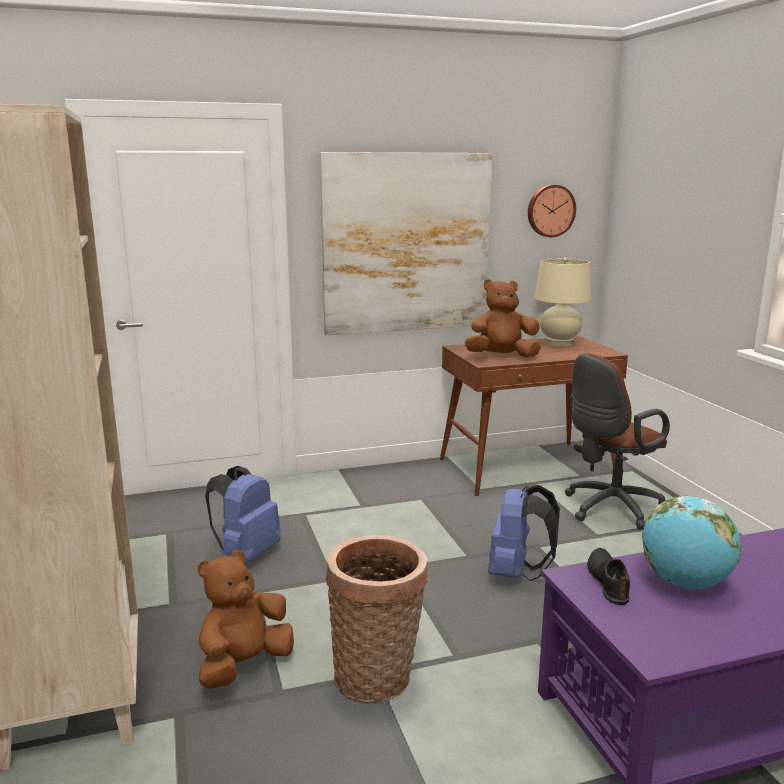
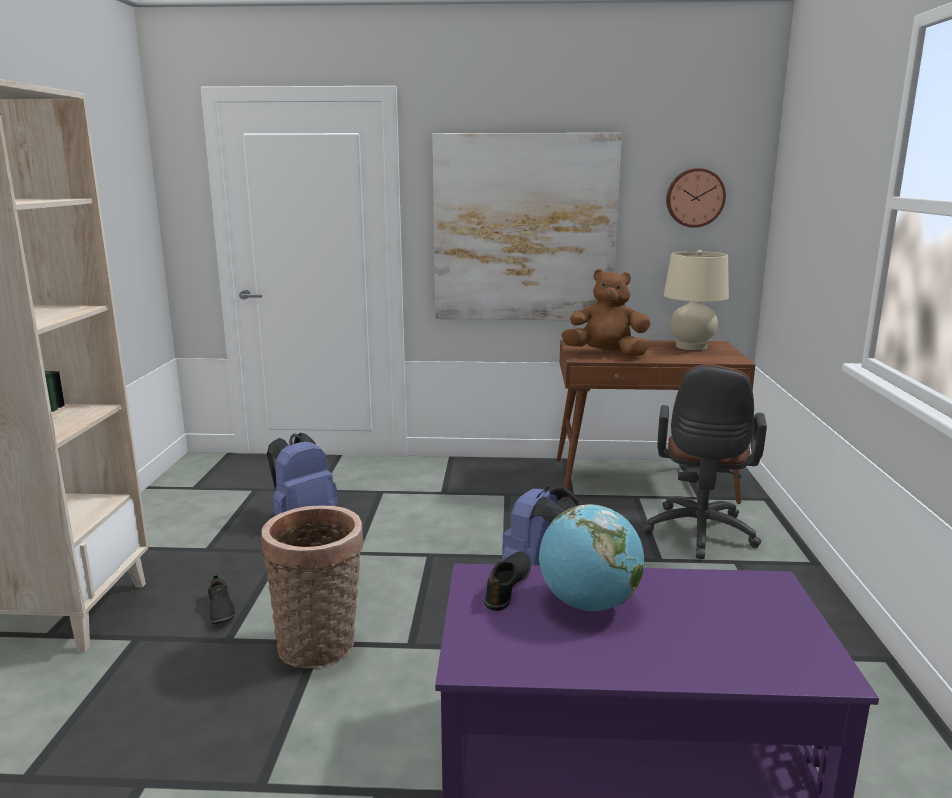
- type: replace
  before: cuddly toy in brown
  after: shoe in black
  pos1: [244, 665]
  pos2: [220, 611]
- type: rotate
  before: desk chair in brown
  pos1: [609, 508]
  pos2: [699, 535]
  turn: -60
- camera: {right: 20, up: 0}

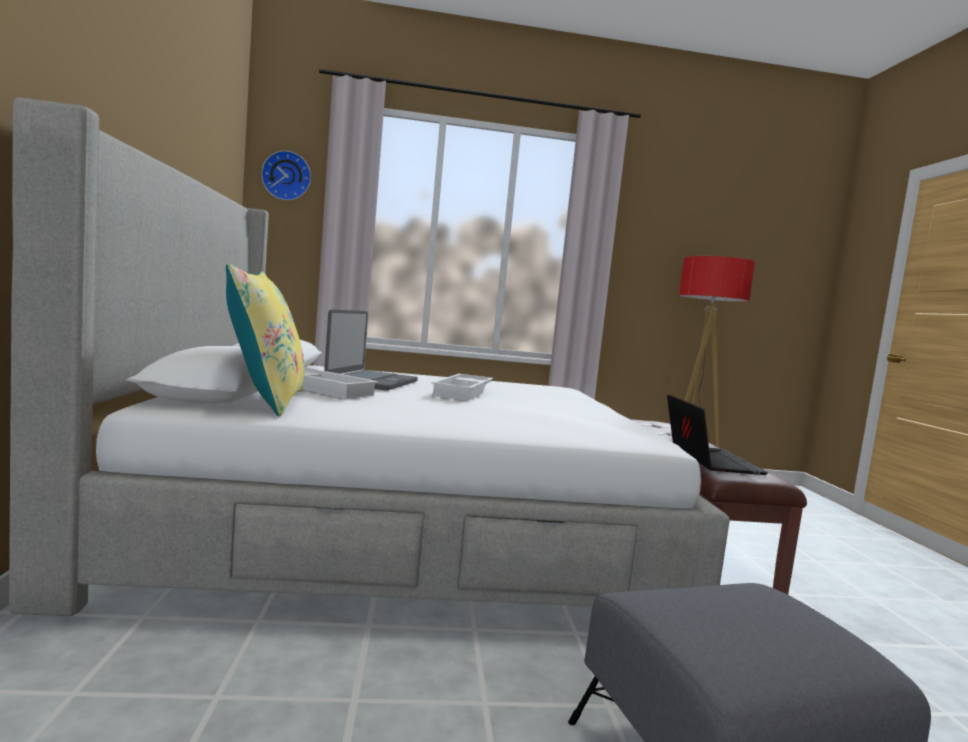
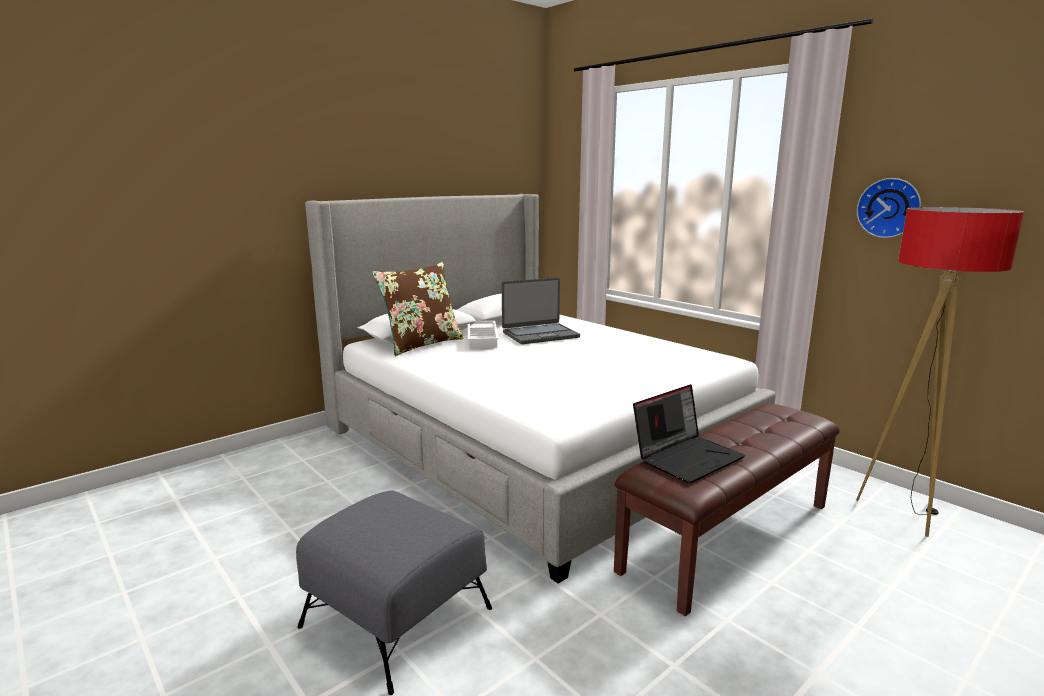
- type: recolor
  before: throw pillow in yellow
  after: throw pillow in brown
  pos1: [266, 401]
  pos2: [421, 344]
- type: move
  before: hanging clock
  pos1: [287, 176]
  pos2: [889, 208]
- type: delete
  before: tray in white-coloured
  pos1: [464, 393]
- camera: {right: 55, up: 10}

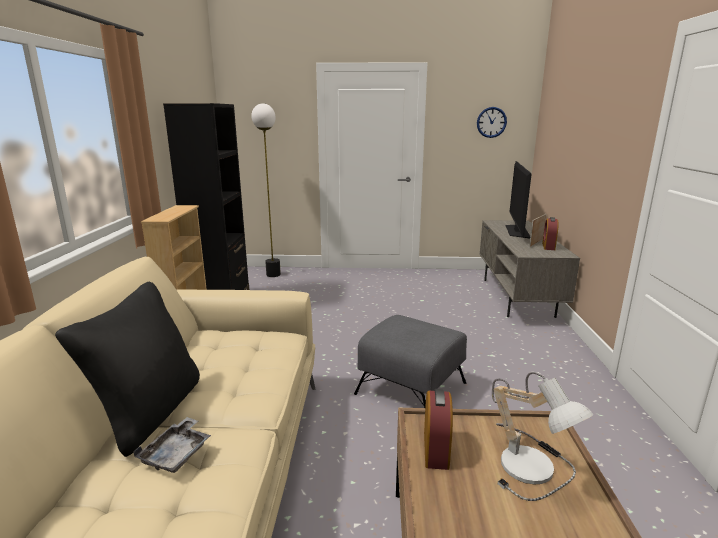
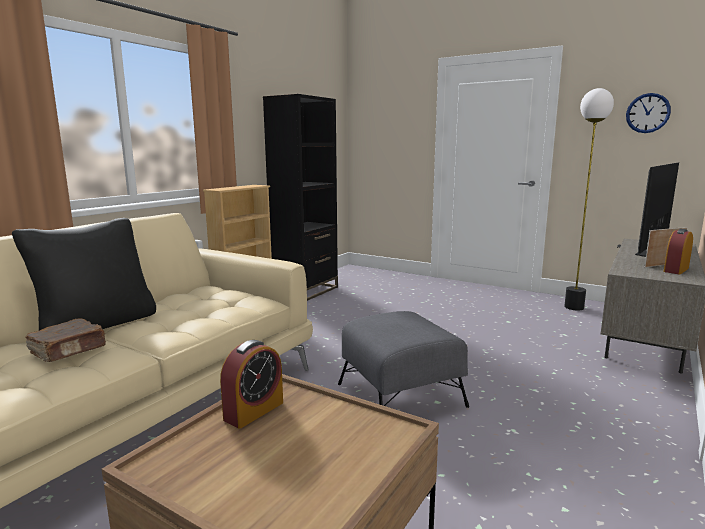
- type: replace
  before: tray in greyish
  after: bound book in brown
  pos1: [177, 454]
  pos2: [69, 350]
- type: move
  before: floor lamp
  pos1: [273, 274]
  pos2: [574, 307]
- type: delete
  before: table lamp
  pos1: [533, 465]
- camera: {right: 30, up: -5}

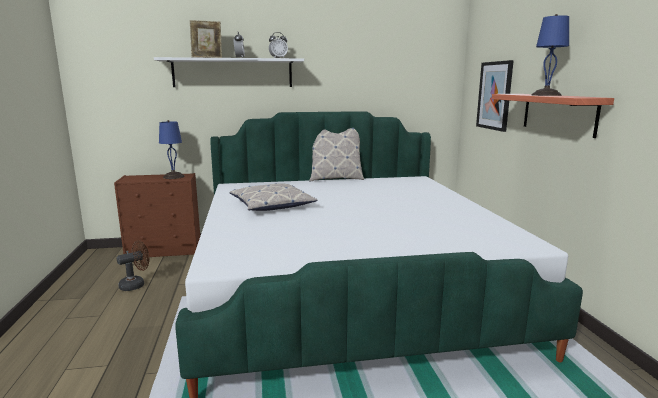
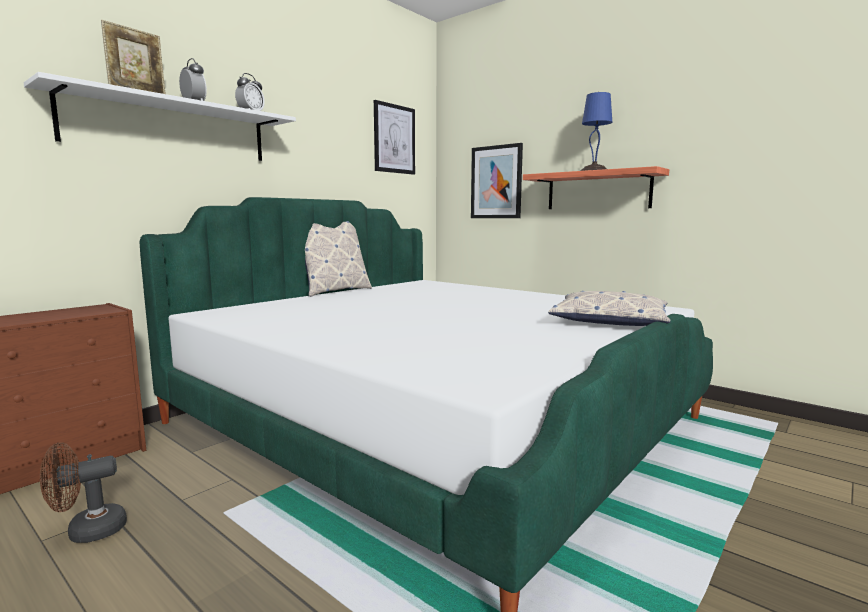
- type: rotate
  before: cooling fan in brown
  pos1: [136, 285]
  pos2: [87, 532]
  turn: -135
- type: insert
  after: wall art
  pos2: [394, 139]
- type: move
  before: throw pillow
  pos1: [272, 205]
  pos2: [609, 321]
- type: delete
  before: table lamp in blue
  pos1: [174, 176]
- camera: {right: -40, up: -5}

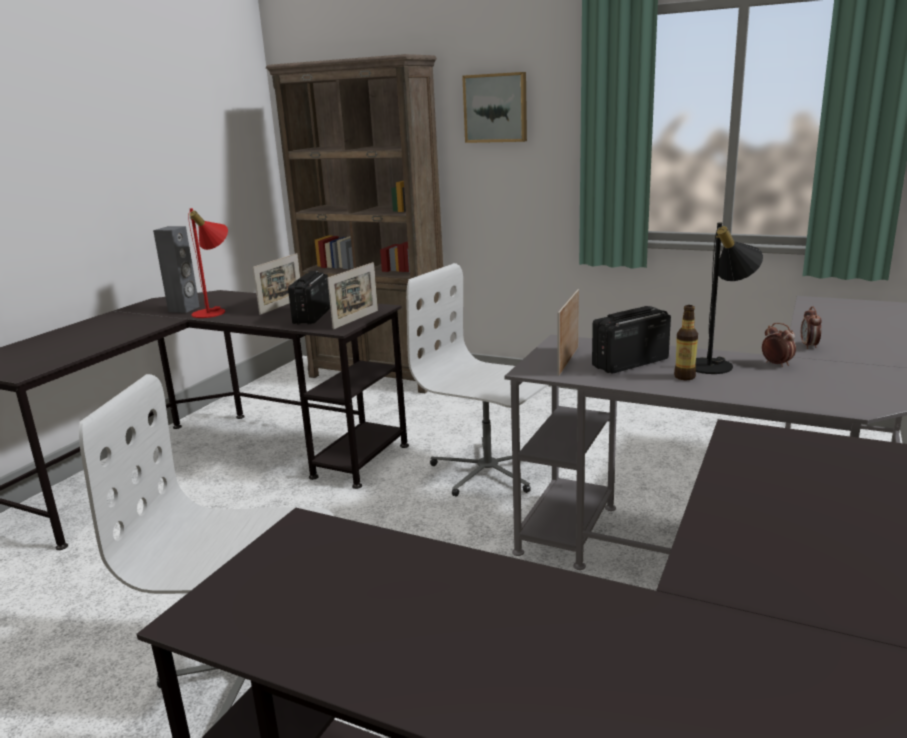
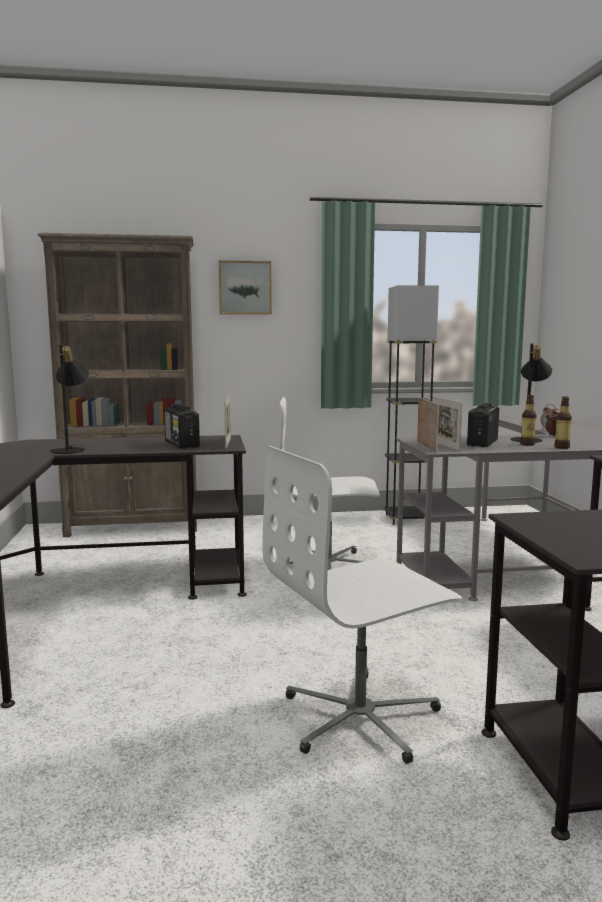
- type: recolor
  before: table lamp in red-coloured
  after: table lamp in black
  pos1: [214, 312]
  pos2: [71, 449]
- type: insert
  after: floor lamp in greyish
  pos2: [406, 519]
- type: move
  before: picture frame
  pos1: [281, 306]
  pos2: [426, 447]
- type: insert
  after: drink bottle
  pos2: [562, 447]
- type: delete
  before: audio speaker in greyish
  pos1: [184, 309]
- camera: {right: -35, up: -10}

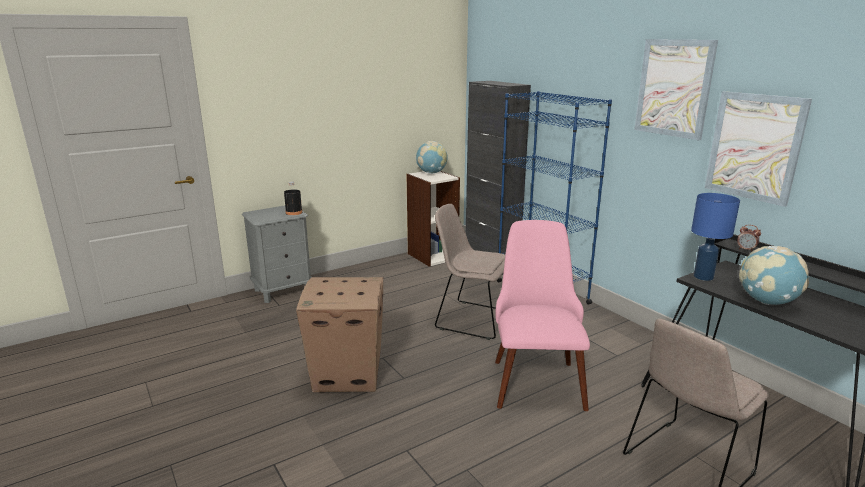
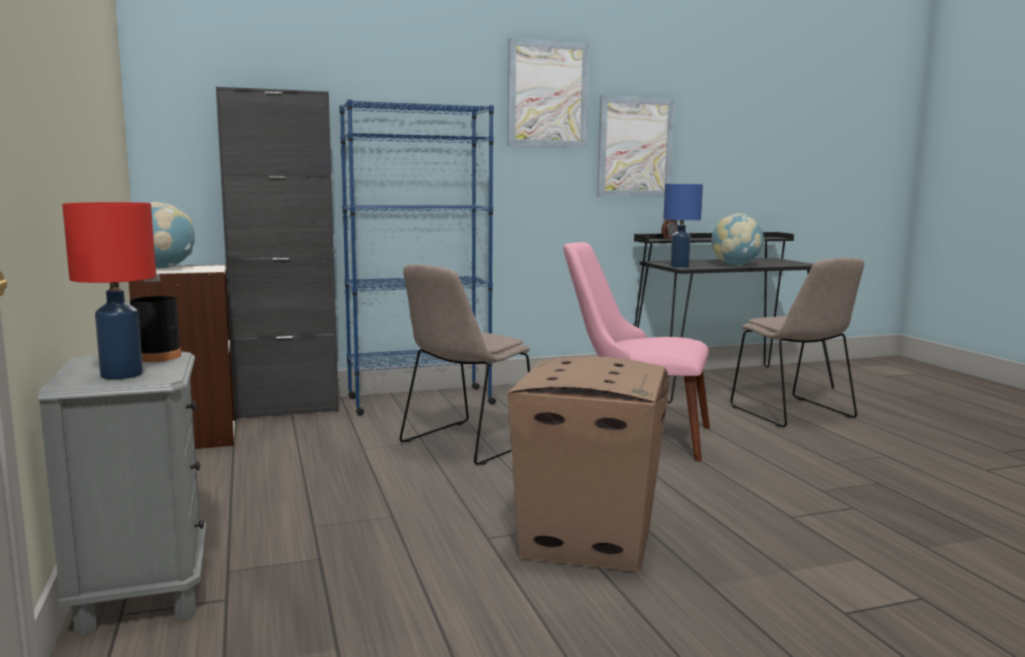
- type: insert
  after: table lamp in red-coloured
  pos2: [121, 375]
- camera: {right: -75, up: -10}

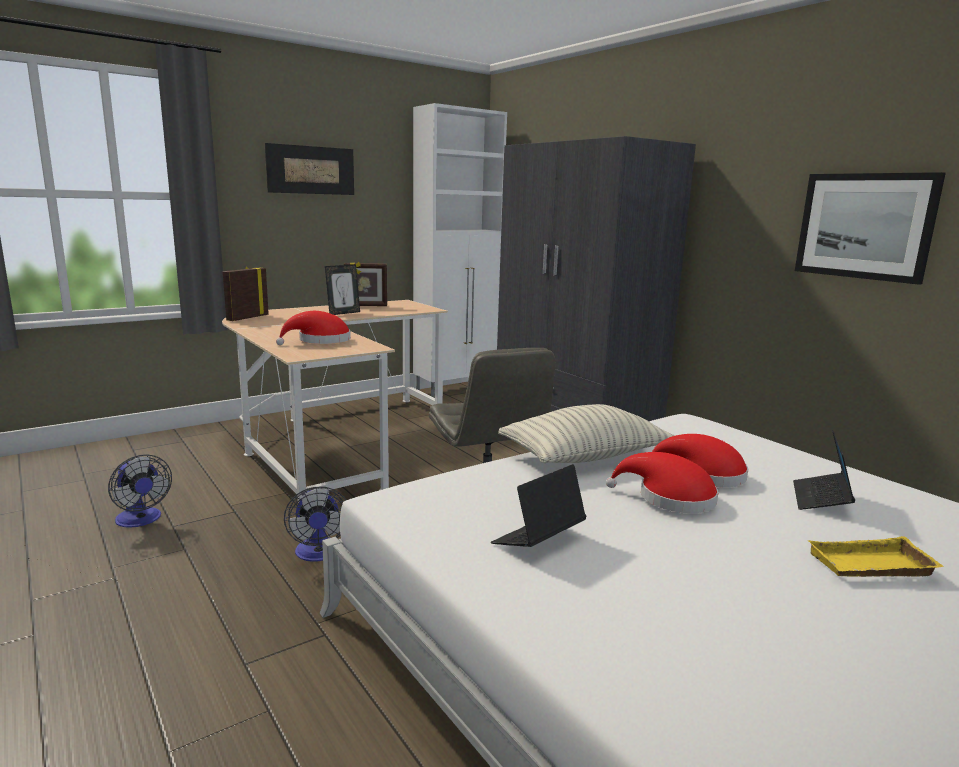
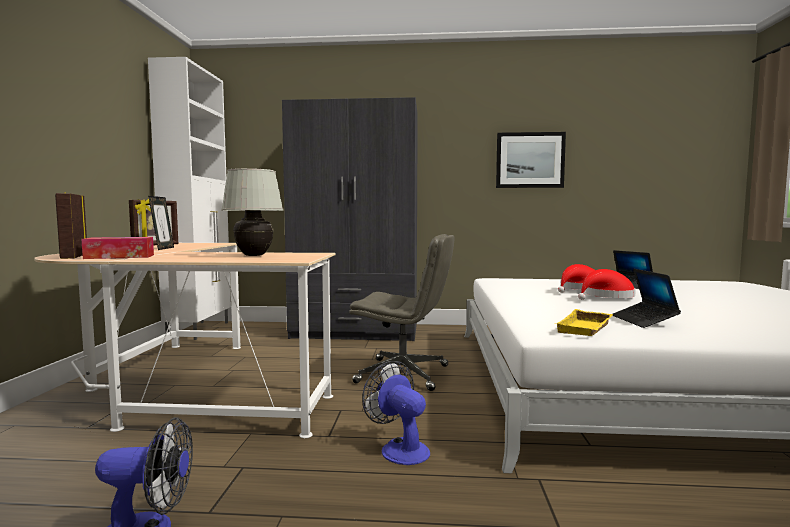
- type: insert
  after: box of tissues
  pos2: [120, 257]
- type: replace
  before: clothing hat in red-coloured
  after: table lamp in white-coloured
  pos1: [320, 341]
  pos2: [254, 256]
- type: rotate
  before: cooling fan
  pos1: [318, 554]
  pos2: [399, 448]
  turn: -150
- type: move
  before: tray in yellow
  pos1: [871, 567]
  pos2: [586, 329]
- type: delete
  before: wall art
  pos1: [311, 170]
- type: delete
  before: throw pillow
  pos1: [585, 457]
- camera: {right: -50, up: -10}

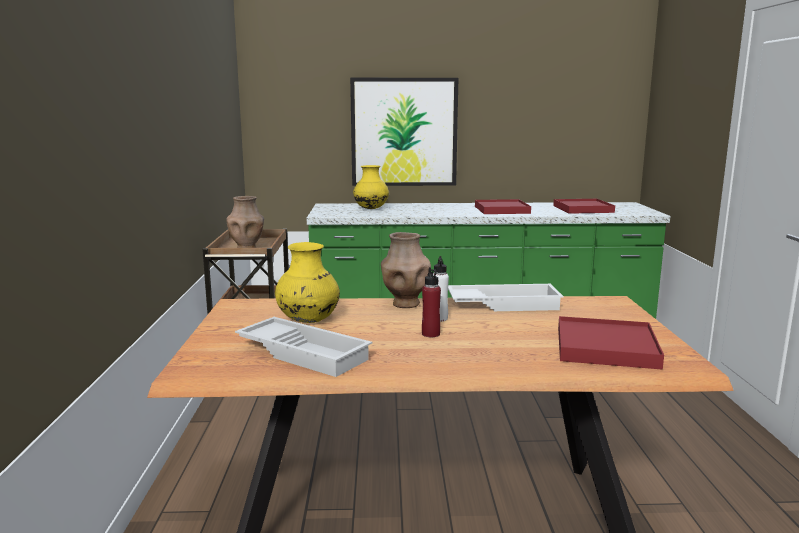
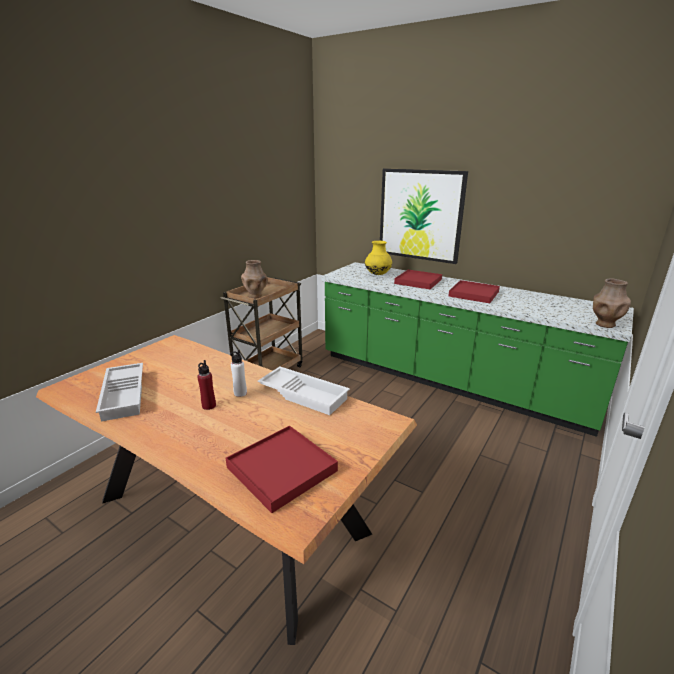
- type: move
  before: tray in red-coloured
  pos1: [582, 209]
  pos2: [418, 281]
- type: move
  before: decorative vase in brown
  pos1: [405, 304]
  pos2: [604, 324]
- type: delete
  before: decorative vase in yellow
  pos1: [308, 321]
- camera: {right: 35, up: 10}

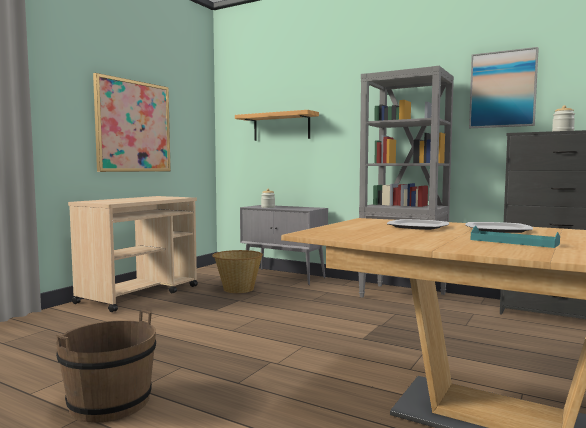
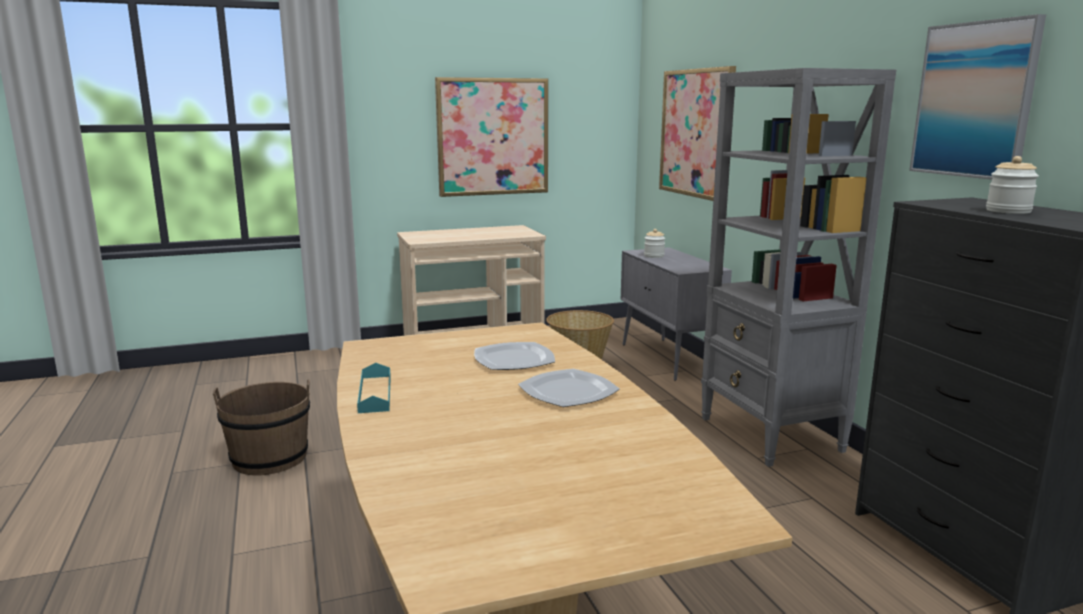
- type: move
  before: tray in turquoise
  pos1: [513, 242]
  pos2: [375, 393]
- type: replace
  before: shelf
  after: wall art
  pos1: [281, 127]
  pos2: [696, 133]
- camera: {right: 40, up: 10}

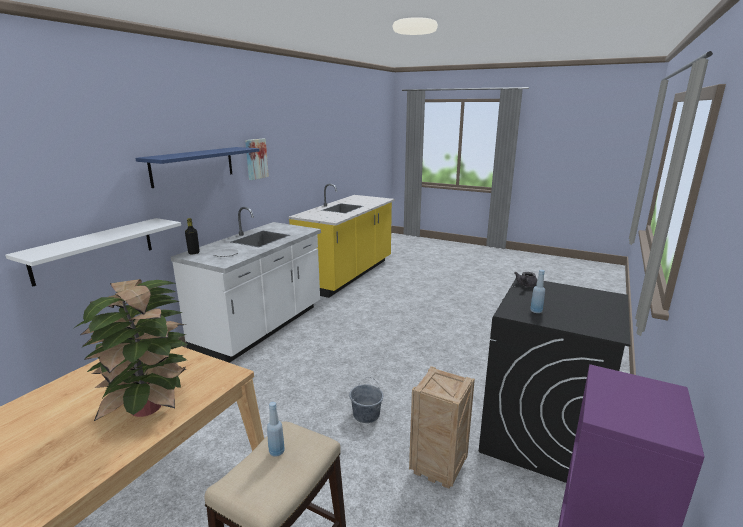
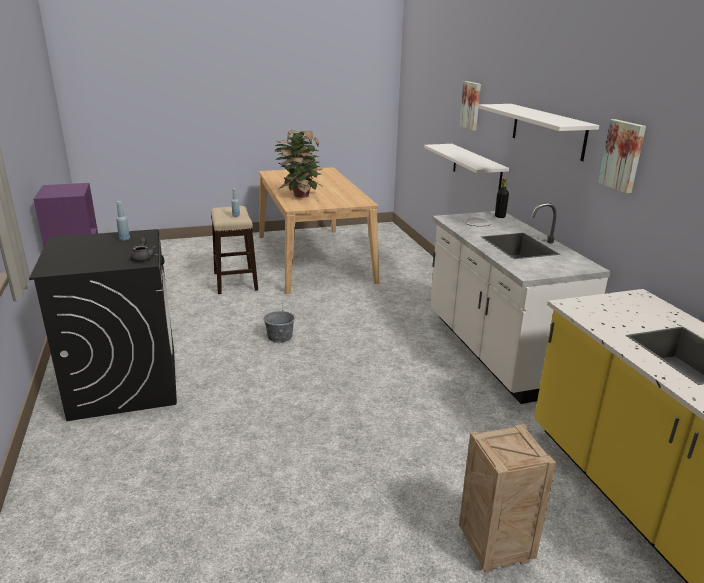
- type: insert
  after: wall art
  pos2: [471, 105]
- type: move
  before: shipping crate
  pos1: [439, 468]
  pos2: [494, 549]
- type: recolor
  before: shelf in blue
  after: shelf in white-coloured
  pos1: [193, 166]
  pos2: [548, 131]
- camera: {right: 135, up: 5}

